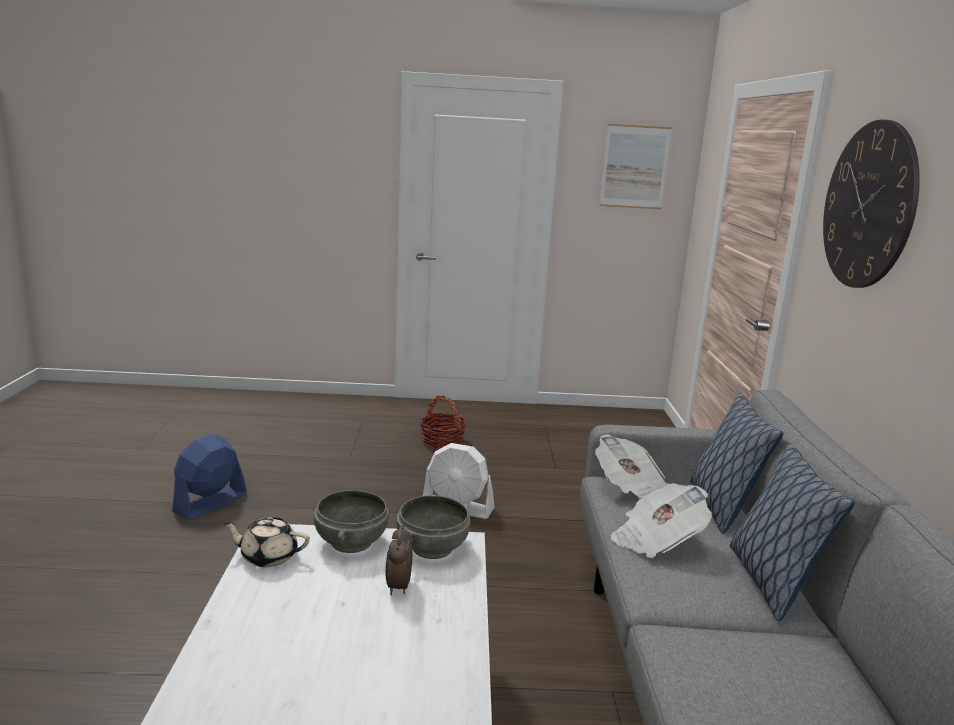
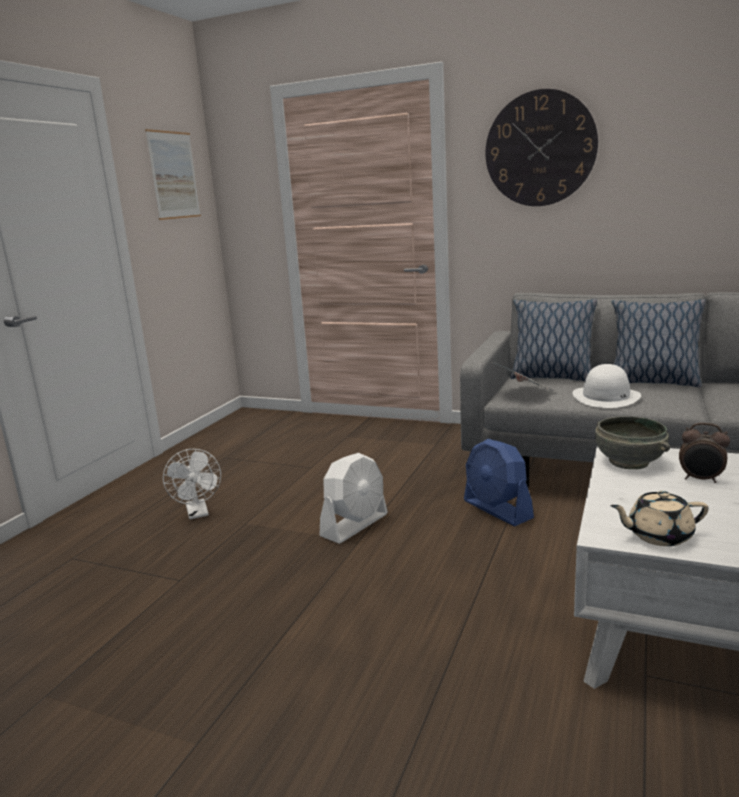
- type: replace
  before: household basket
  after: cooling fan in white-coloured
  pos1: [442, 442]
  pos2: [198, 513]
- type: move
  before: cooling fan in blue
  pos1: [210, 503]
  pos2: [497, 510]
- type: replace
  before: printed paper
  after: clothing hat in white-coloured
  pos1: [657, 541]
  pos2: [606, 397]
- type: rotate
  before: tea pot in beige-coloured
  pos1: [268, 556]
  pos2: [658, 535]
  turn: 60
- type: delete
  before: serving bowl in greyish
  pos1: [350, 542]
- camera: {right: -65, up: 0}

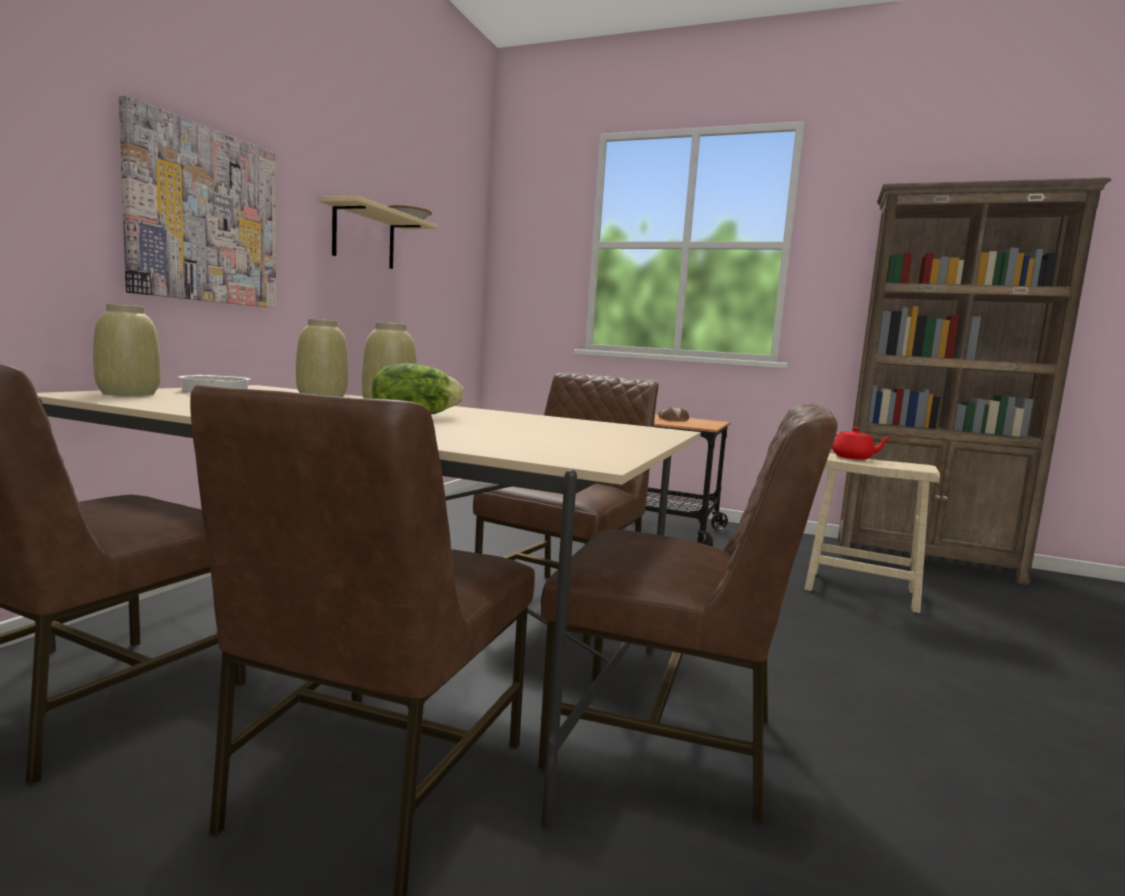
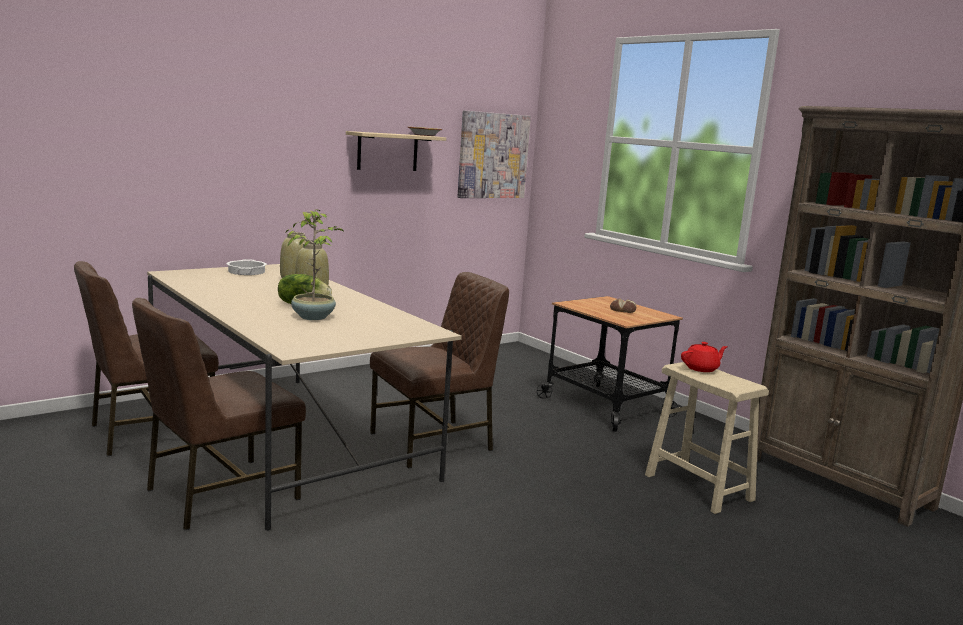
- type: insert
  after: potted plant
  pos2: [313, 317]
- type: move
  before: wall art
  pos1: [204, 216]
  pos2: [493, 155]
- type: rotate
  before: tea pot in red-coloured
  pos1: [853, 457]
  pos2: [701, 368]
  turn: -75
- type: delete
  before: decorative vase in beige-coloured
  pos1: [128, 393]
- type: delete
  before: upright chair in brown
  pos1: [667, 742]
- camera: {right: 30, up: 5}

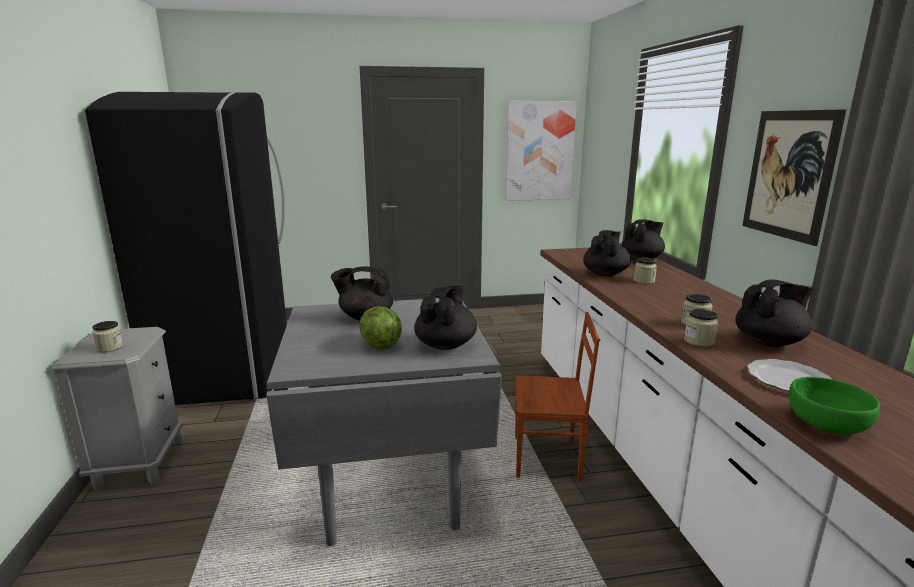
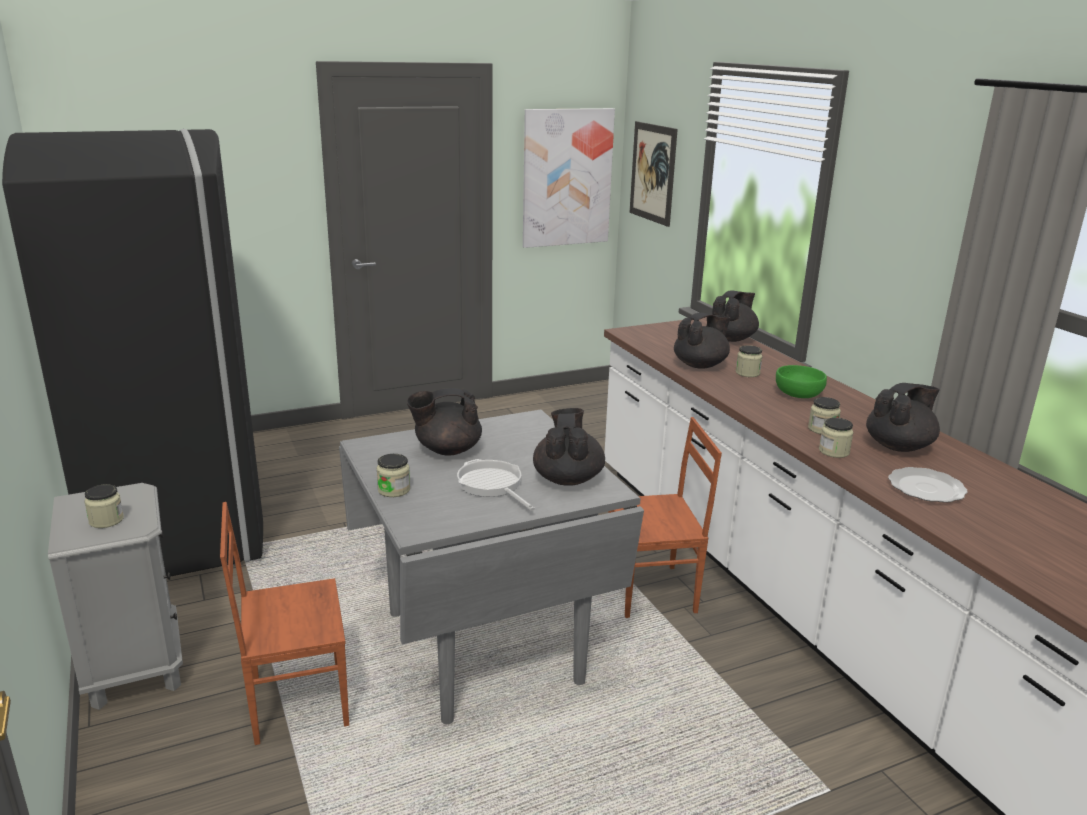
- type: insert
  after: upright chair in brown
  pos2: [297, 700]
- type: insert
  after: preserve jar
  pos2: [394, 490]
- type: replace
  before: lettuce
  after: frying pan
  pos1: [380, 344]
  pos2: [492, 485]
- type: move
  before: wall art
  pos1: [789, 174]
  pos2: [652, 173]
- type: rotate
  before: tea pot in black
  pos1: [605, 274]
  pos2: [700, 365]
  turn: 45
- type: move
  before: serving bowl in green-coloured
  pos1: [827, 424]
  pos2: [798, 394]
- camera: {right: -15, up: 5}

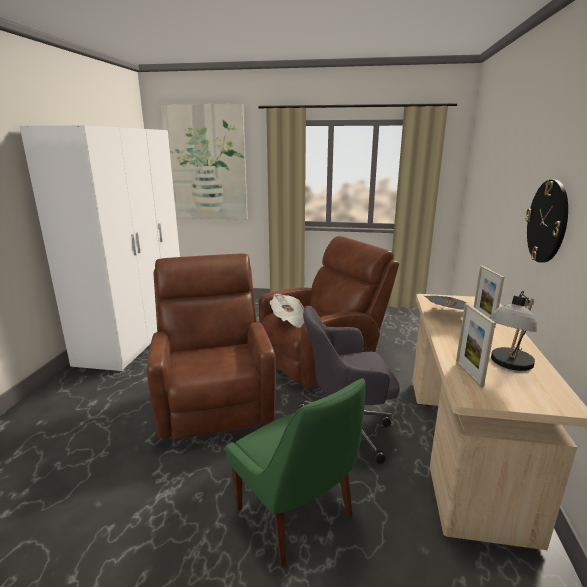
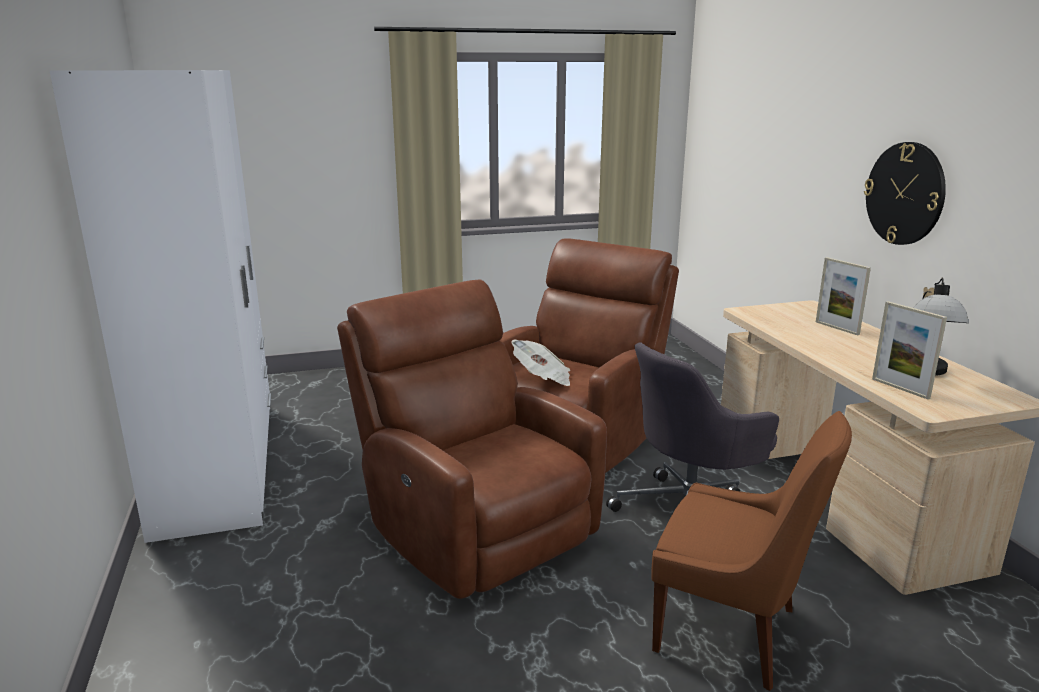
- type: recolor
  before: upright chair in green-coloured
  after: upright chair in brown
  pos1: [297, 515]
  pos2: [731, 632]
- type: delete
  before: wall art
  pos1: [205, 163]
- type: delete
  before: printed paper
  pos1: [448, 315]
- camera: {right: -25, up: 0}

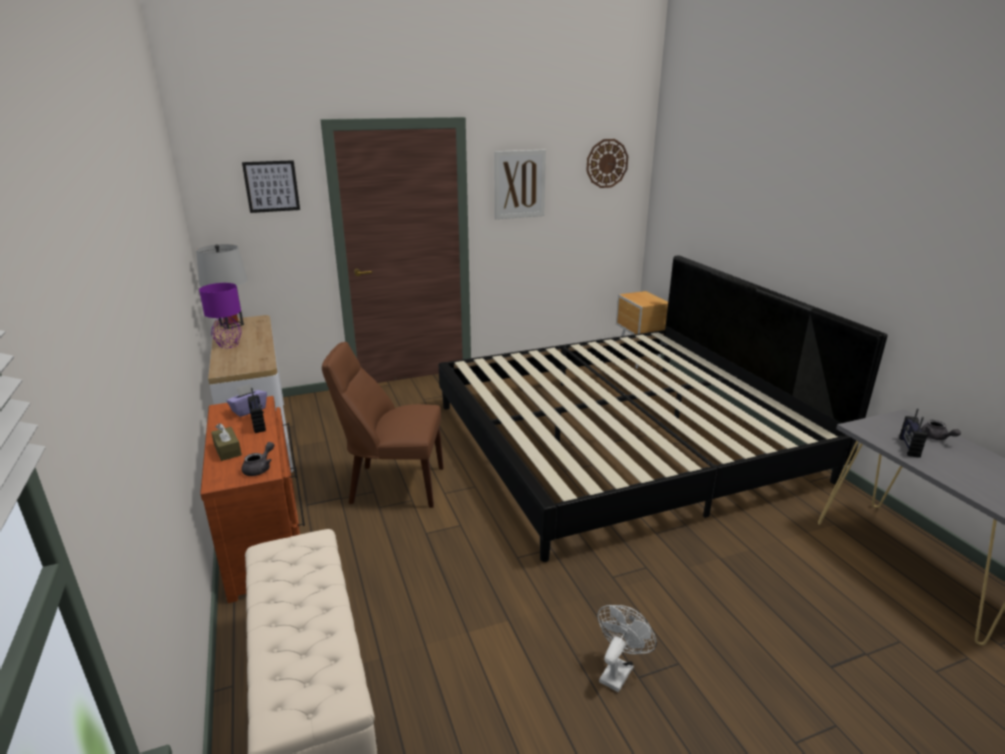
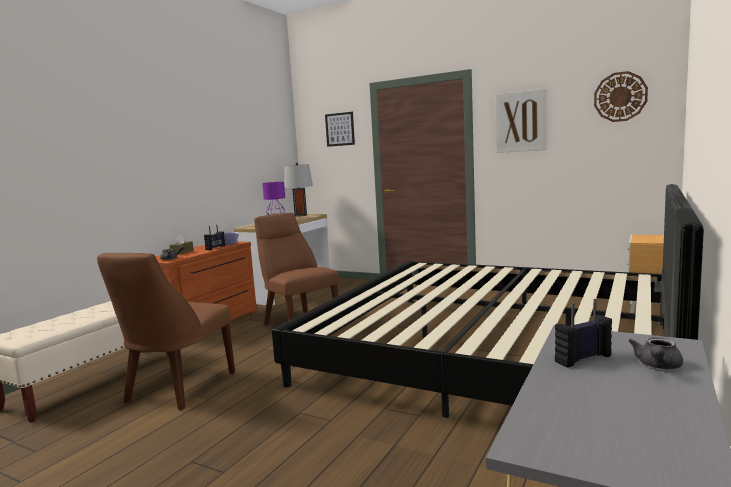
- type: insert
  after: upright chair in brown
  pos2: [177, 389]
- type: delete
  before: cooling fan in white-coloured
  pos1: [618, 670]
- camera: {right: 50, up: -15}

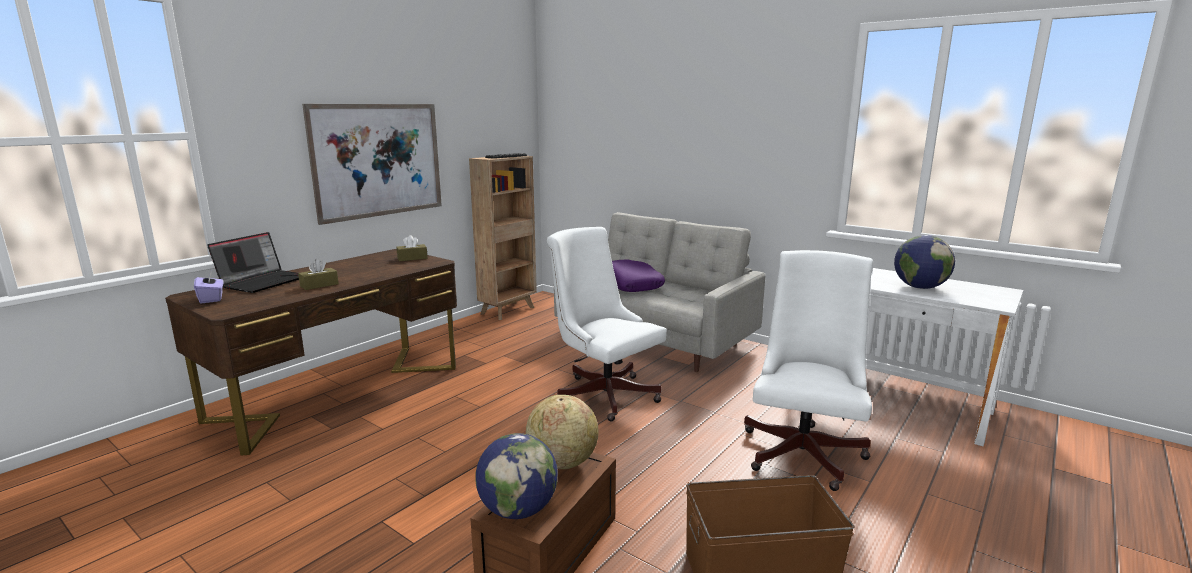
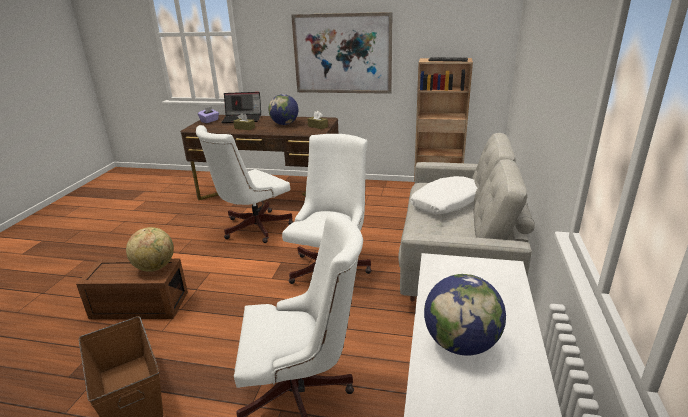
- type: insert
  after: desk chair in white-coloured
  pos2: [252, 228]
- type: move
  before: globe
  pos1: [518, 510]
  pos2: [284, 124]
- type: recolor
  before: throw pillow in purplish
  after: throw pillow in white-coloured
  pos1: [633, 284]
  pos2: [449, 203]
- camera: {right: 65, up: 10}

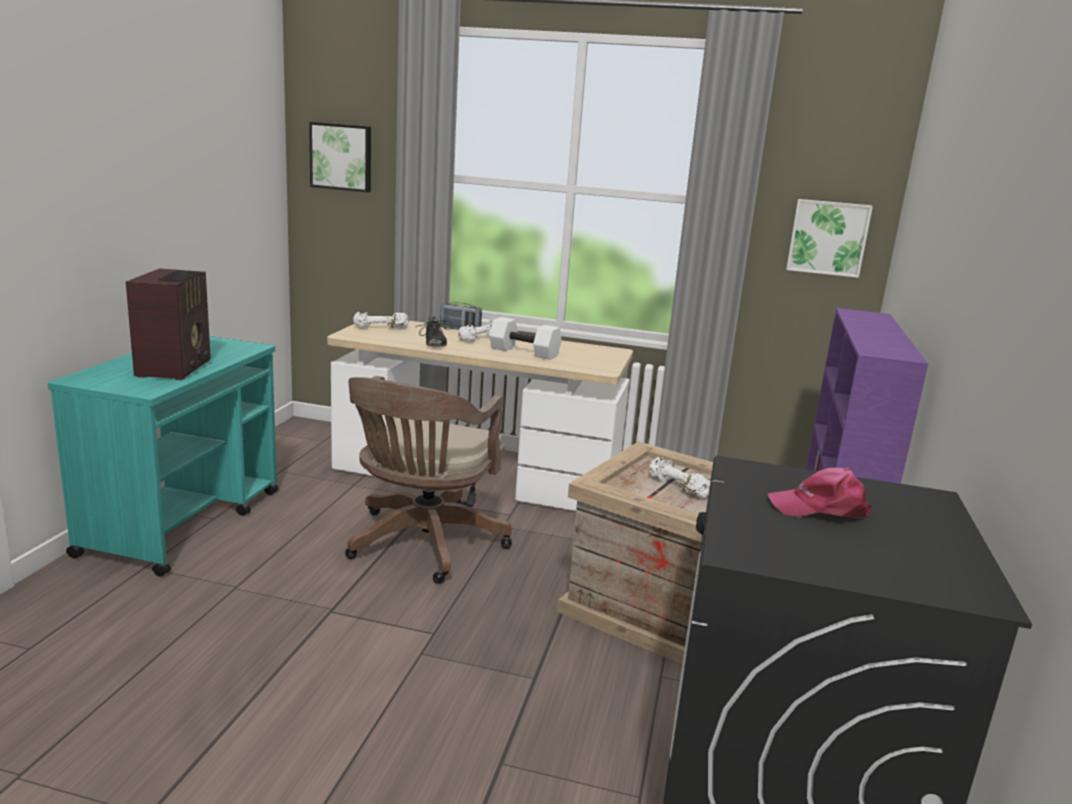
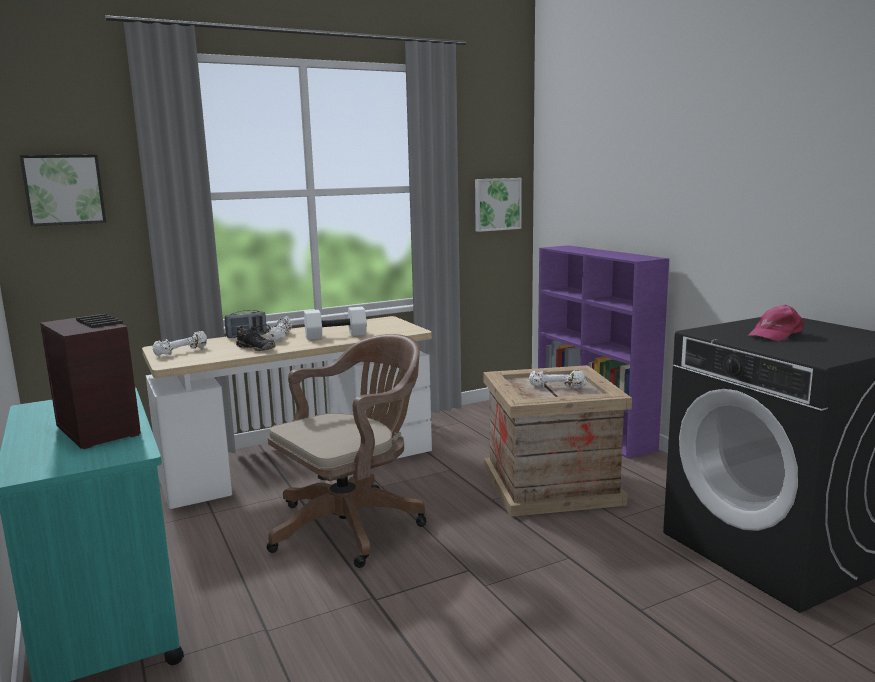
- type: rotate
  before: desk chair in brown
  pos1: [423, 545]
  pos2: [352, 524]
  turn: -105
- camera: {right: -40, up: -5}

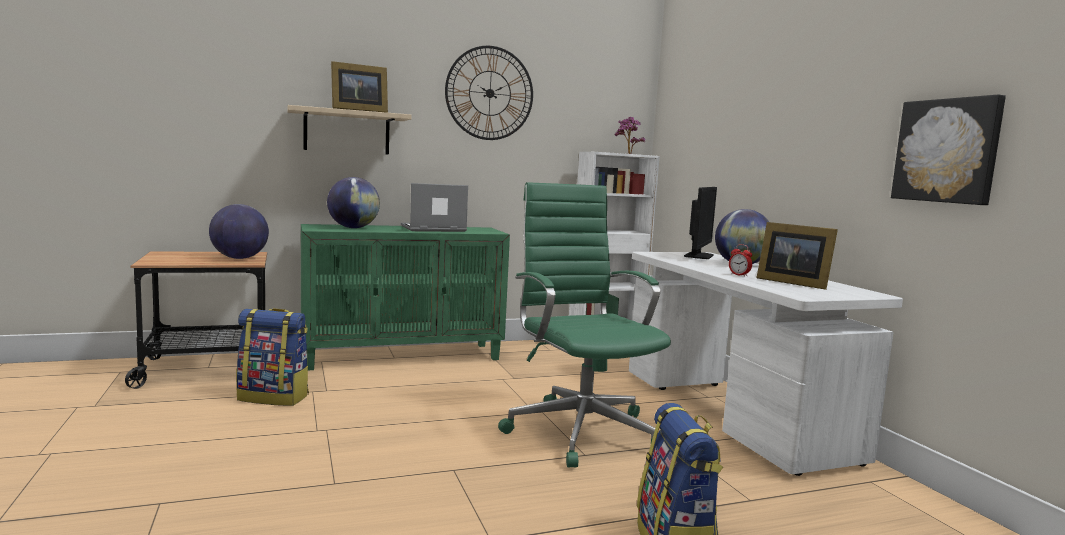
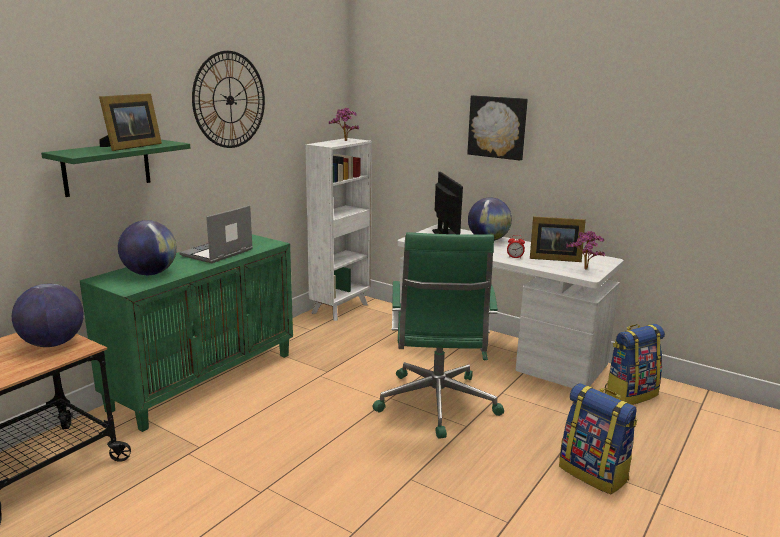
- type: recolor
  before: shelf in beige-coloured
  after: shelf in green-coloured
  pos1: [347, 132]
  pos2: [107, 167]
- type: rotate
  before: desk chair in green-coloured
  pos1: [580, 430]
  pos2: [436, 405]
  turn: -120
- type: move
  before: wall art
  pos1: [947, 151]
  pos2: [497, 127]
- type: insert
  after: potted plant
  pos2: [584, 270]
- type: move
  before: knapsack
  pos1: [274, 397]
  pos2: [630, 394]
- camera: {right: -35, up: 10}

